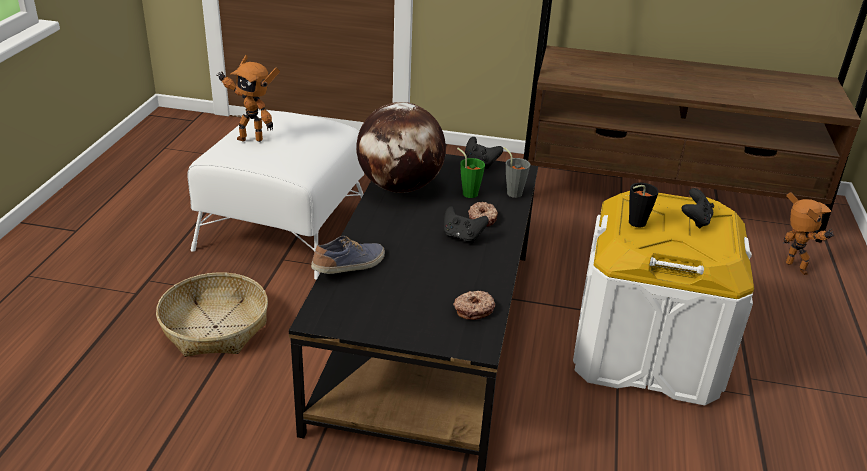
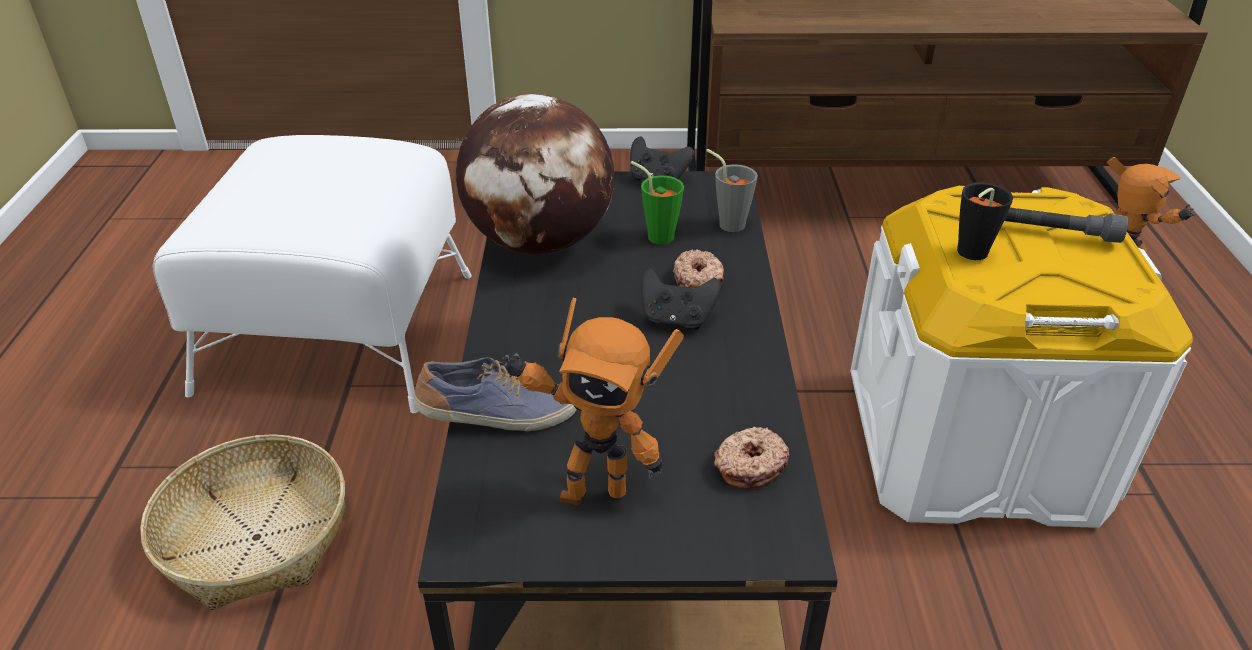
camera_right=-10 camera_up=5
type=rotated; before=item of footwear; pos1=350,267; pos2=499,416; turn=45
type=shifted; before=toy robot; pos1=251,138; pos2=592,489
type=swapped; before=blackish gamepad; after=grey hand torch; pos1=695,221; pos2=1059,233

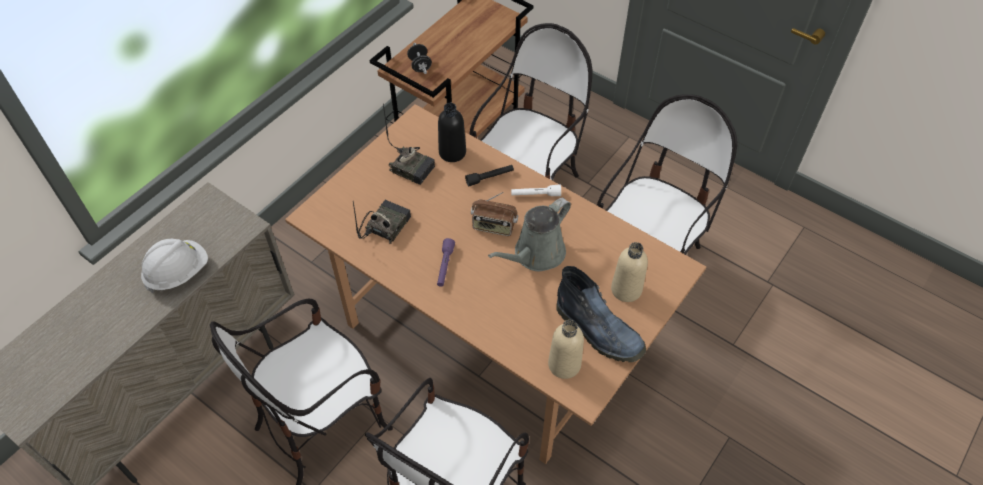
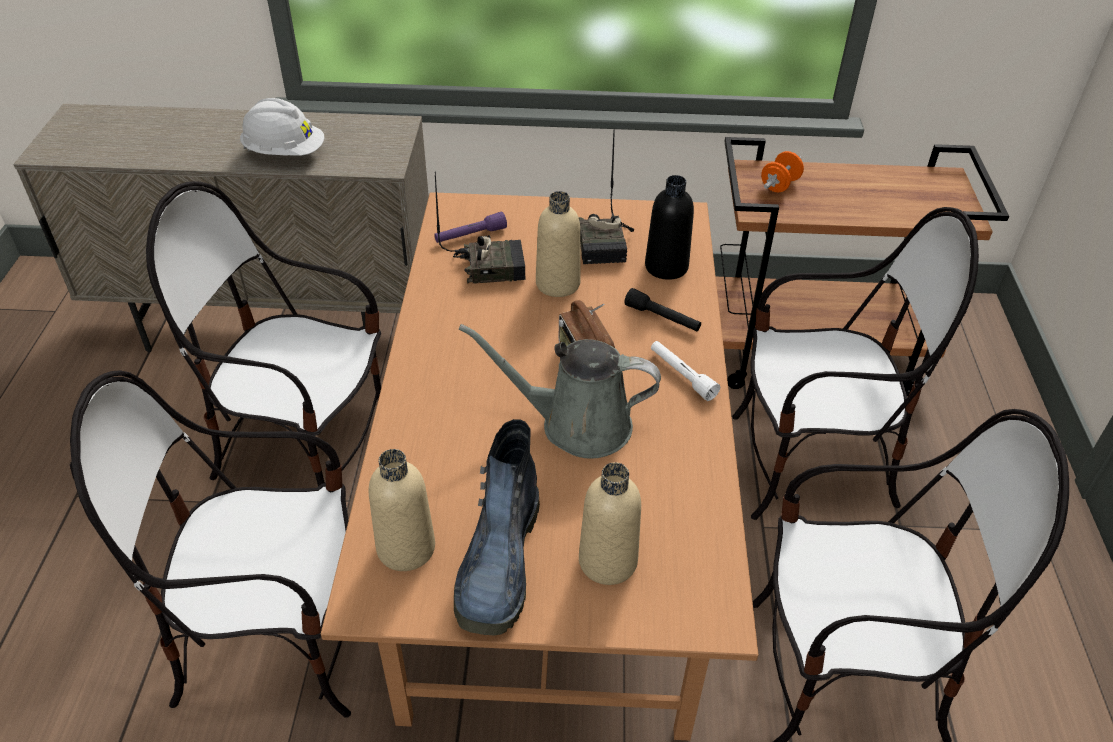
camera_right=55 camera_up=-10
type=shifted; before=purple hand torch; pos1=445,266; pos2=470,236
type=new; after=sand-coloured drink bottle; pos2=558,284
type=repainted; before=blackish free weight; after=orange free weight; pos1=420,66; pos2=779,185

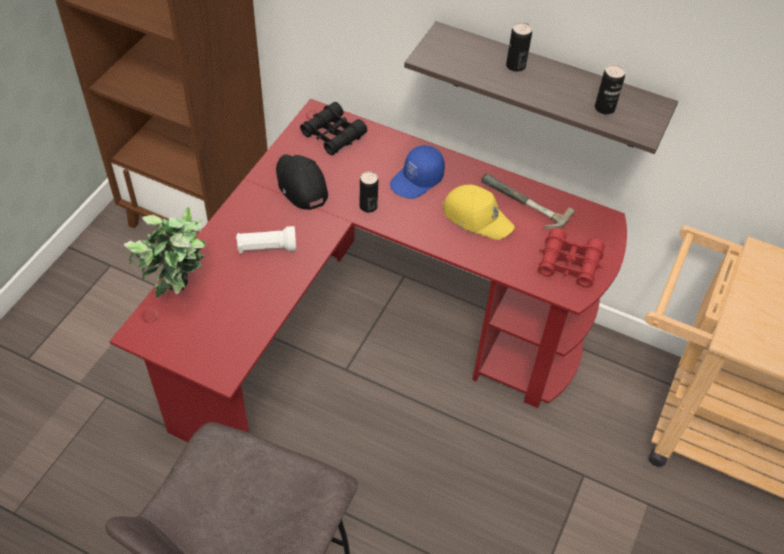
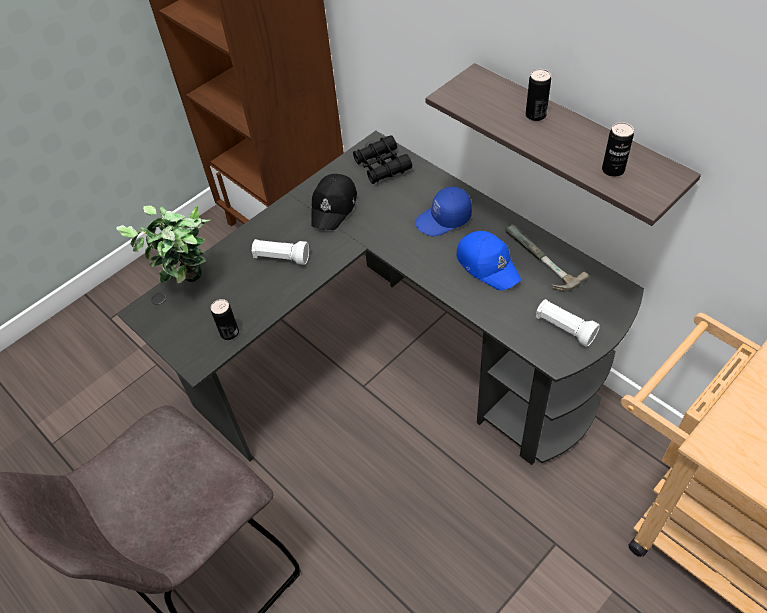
camera_right=25 camera_up=0
type=repainted; before=red desk unit; after=blackish desk unit; pos1=371,337; pos2=396,362
type=shifted; before=can; pos1=368,206; pos2=229,333
type=rotated; before=blackish peaked cap; pos1=300,185; pos2=334,207; turn=-150
type=repainted; before=yellow peaked cap; after=blue-coloured peaked cap; pos1=477,217; pos2=488,265
type=swapped; before=red pair of binoculars; after=white-coloured hand torch; pos1=569,264; pos2=564,328

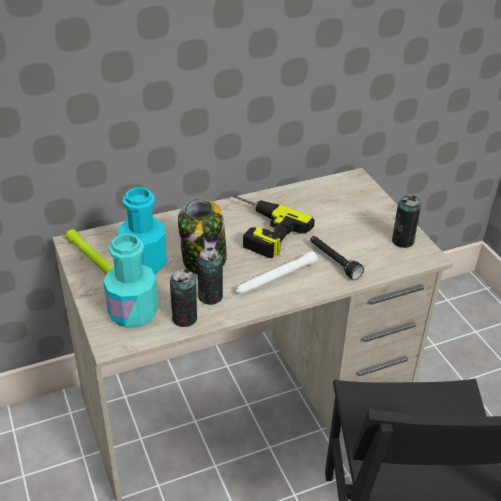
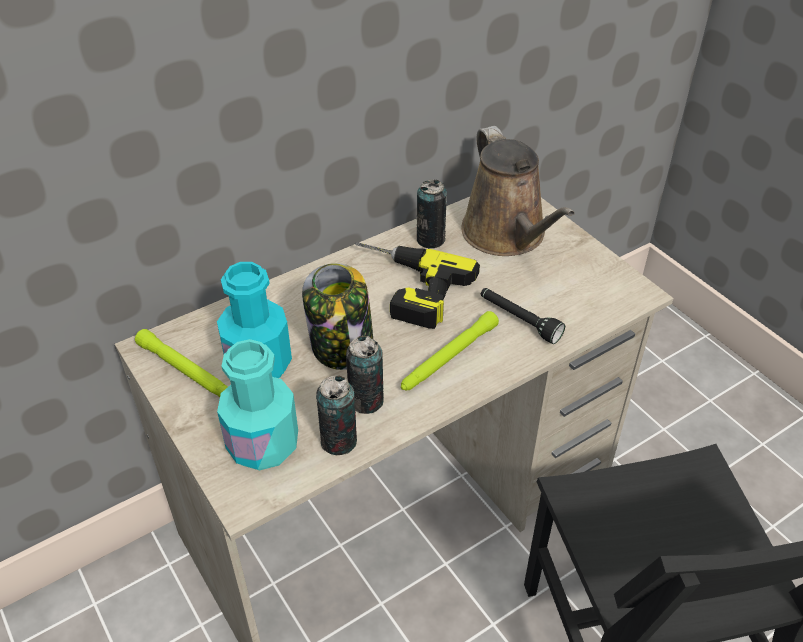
camera_right=-10 camera_up=5
type=repainted; before=white-coloured hand torch; after=greenish hand torch; pos1=276,278; pos2=448,357
type=shifted; before=can; pos1=402,241; pos2=430,239
type=new; after=brownish sprinkling can; pos2=507,235

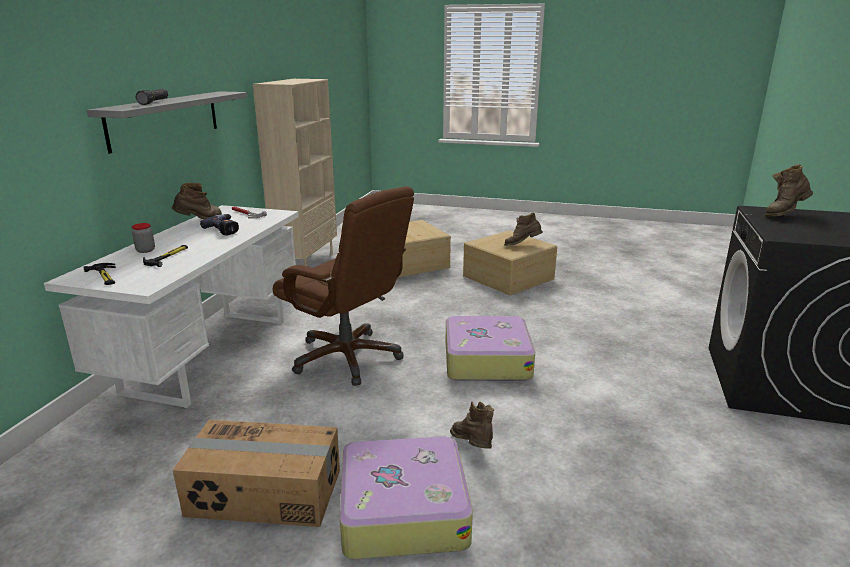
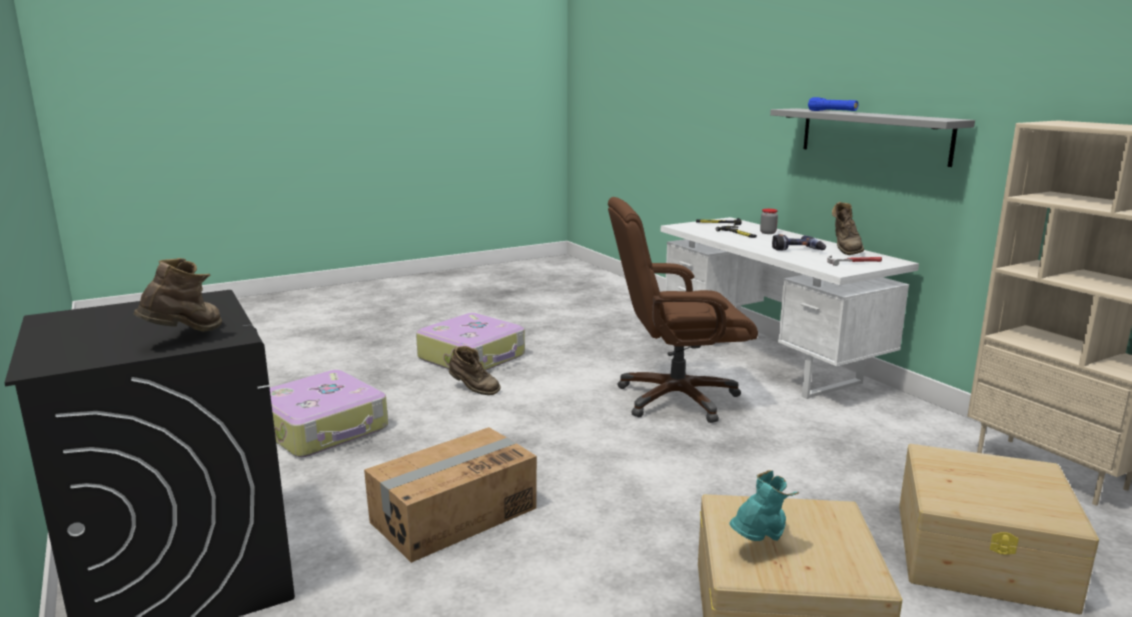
camera_right=135 camera_up=-5
type=shifted; before=piece of luggage; pos1=486,360; pos2=323,428
type=shifted; before=carton; pos1=265,493; pos2=453,515
type=repainted; before=brownish boot; after=turquoise boot; pos1=522,245; pos2=760,542
type=repainted; before=blackish hand torch; after=blue-coloured hand torch; pos1=154,102; pos2=832,111

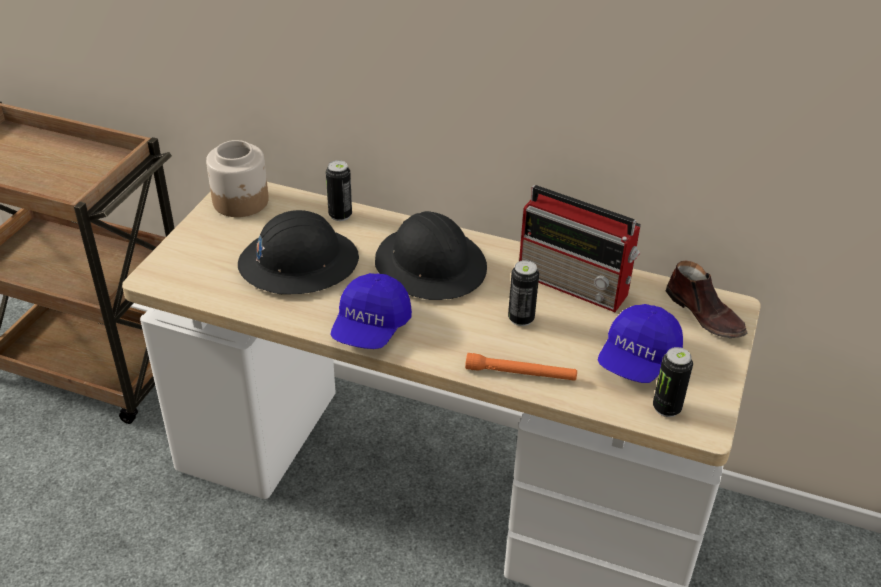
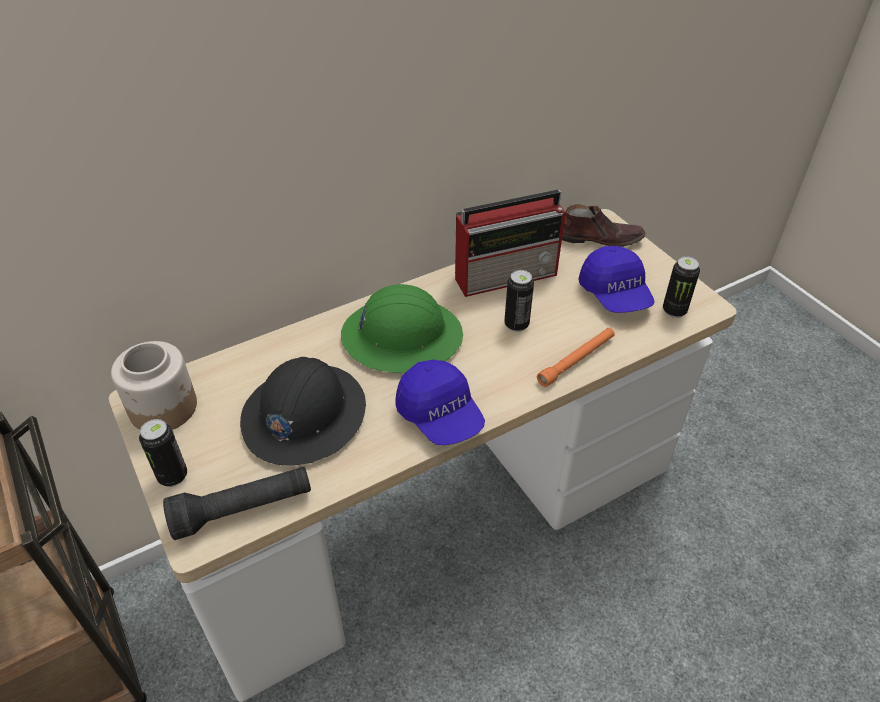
camera_right=-50 camera_up=5
type=shifted; before=can; pos1=340,215; pos2=173,476
type=new; after=blackish hand torch; pos2=243,510
type=repainted; before=blackish safety helmet; after=greenish safety helmet; pos1=431,265; pos2=402,336

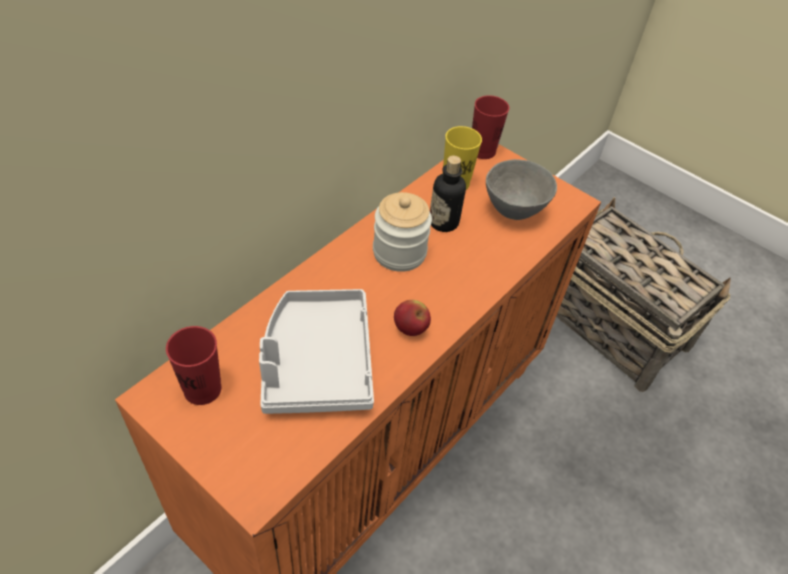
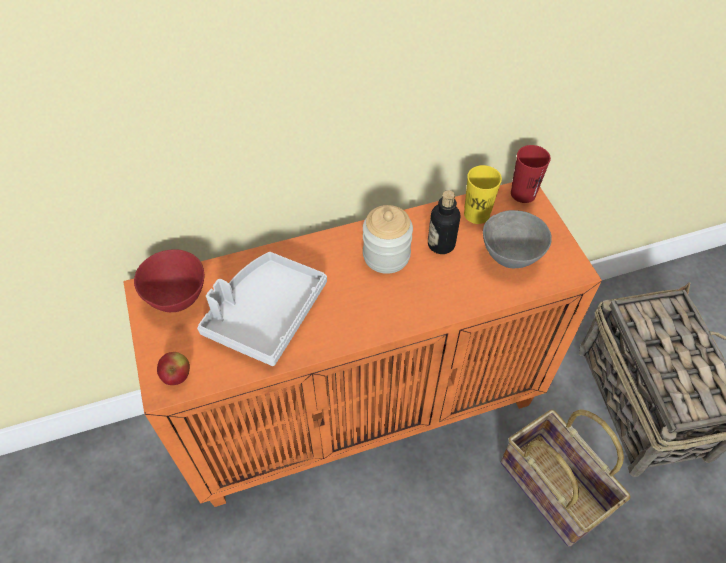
camera_right=35 camera_up=5
type=swapped; before=red drinking cup; after=red deep dish; pos1=202,389; pos2=178,299
type=shifted; before=apple fruit; pos1=410,329; pos2=177,376
type=new; after=storage basket; pos2=554,488

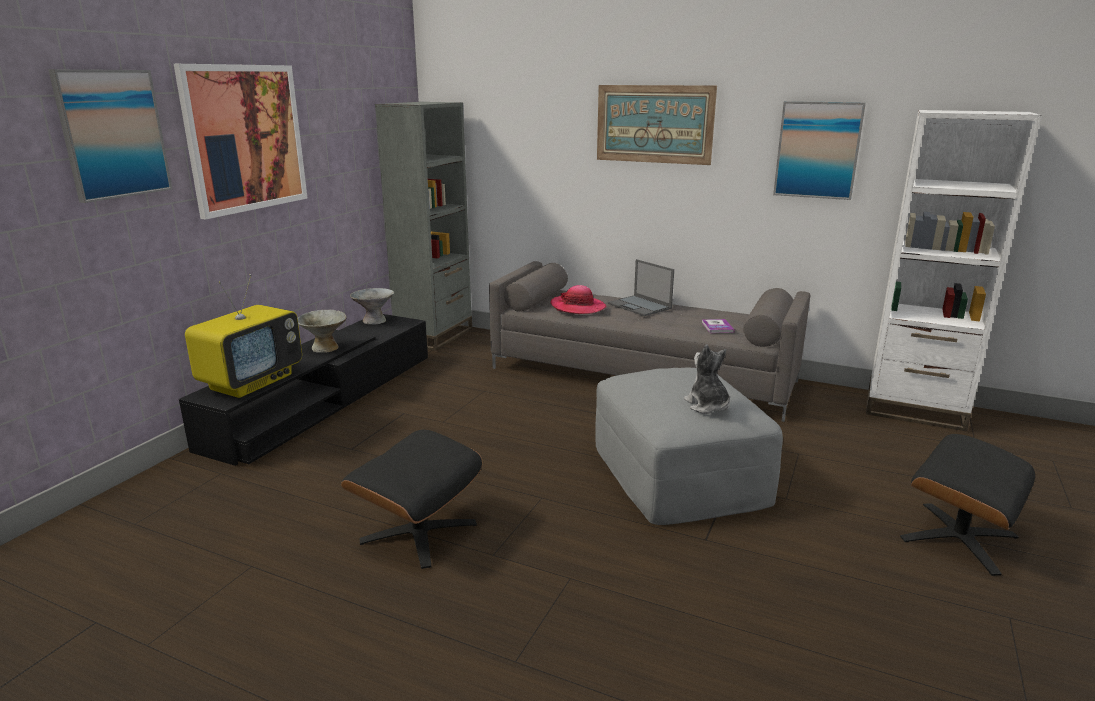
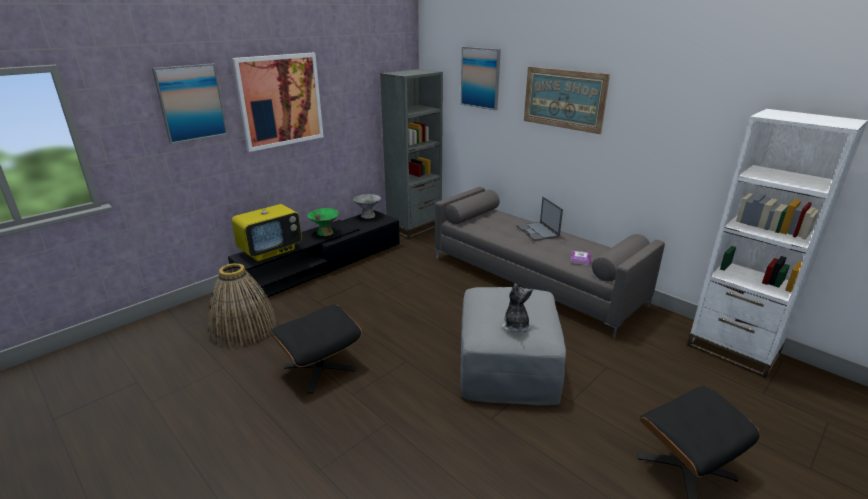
camera_right=20 camera_up=5
type=new; after=storage basket; pos2=243,328
type=repainted; before=grey deep dish; after=greenish deep dish; pos1=325,348; pos2=325,233
type=shifted; before=picture; pos1=817,150; pos2=480,78
type=gone; before=hat; pos1=578,307

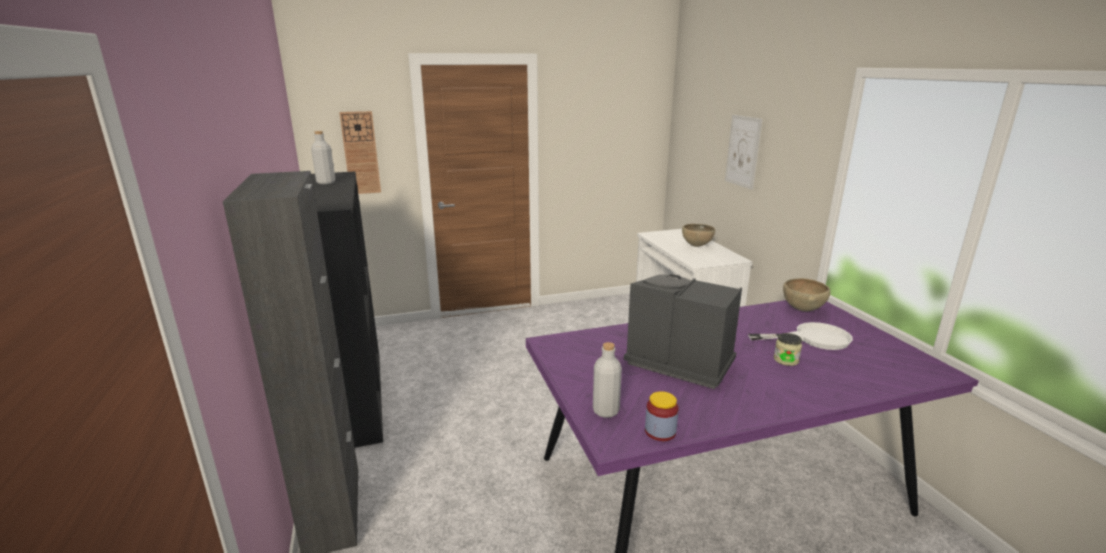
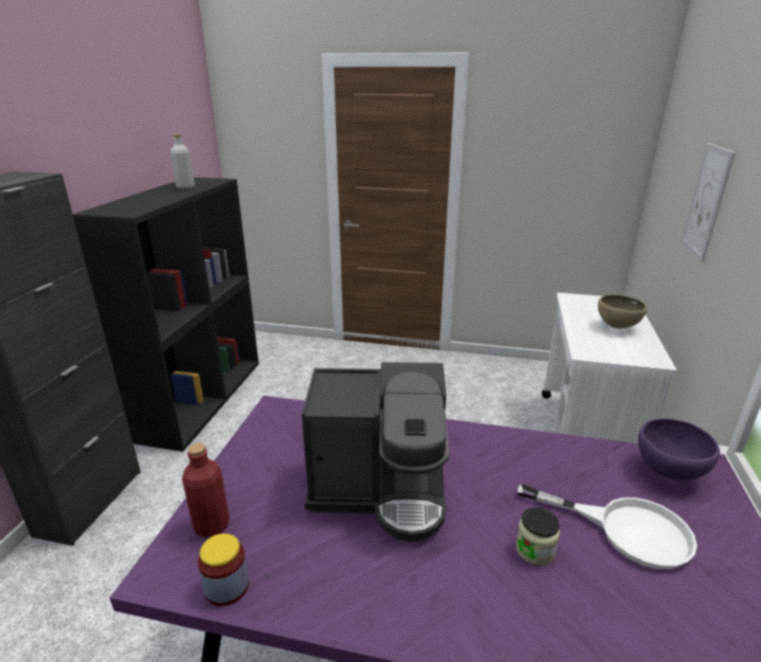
camera_right=30 camera_up=5
type=repainted; before=grey drink bottle; after=red drink bottle; pos1=605,411; pos2=211,525
type=rotated; before=coffee brewer; pos1=677,361; pos2=381,489; turn=120
type=repainted; before=brownish deep dish; after=purple deep dish; pos1=802,309; pos2=669,472
type=gone; before=wall clock; pos1=361,153

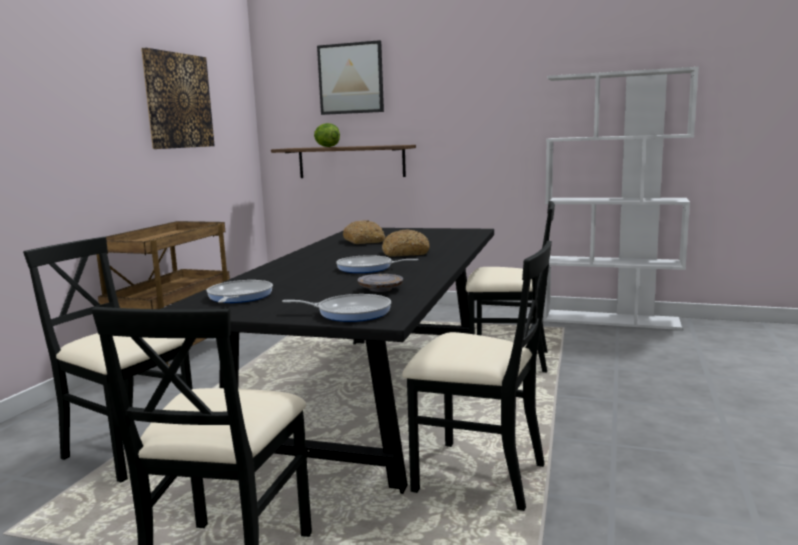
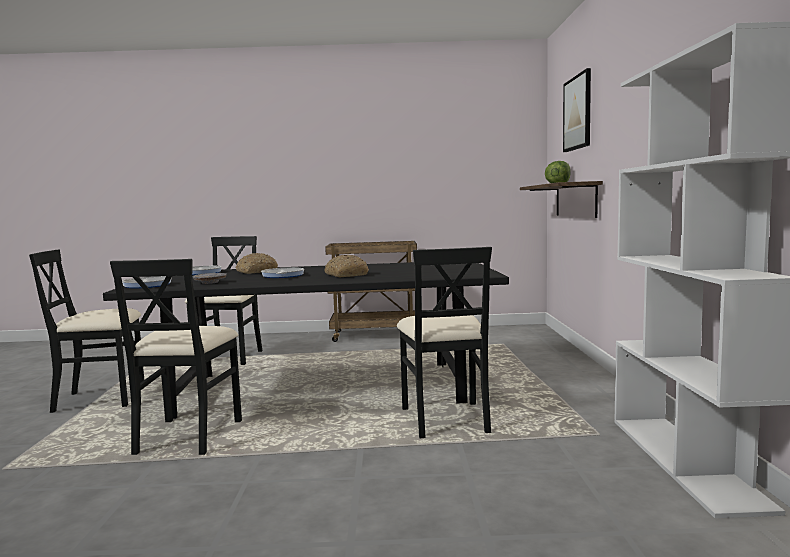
camera_right=70 camera_up=-5
type=shifted; before=bakery bread; pos1=364,241; pos2=256,271
type=gone; before=picture; pos1=178,101

